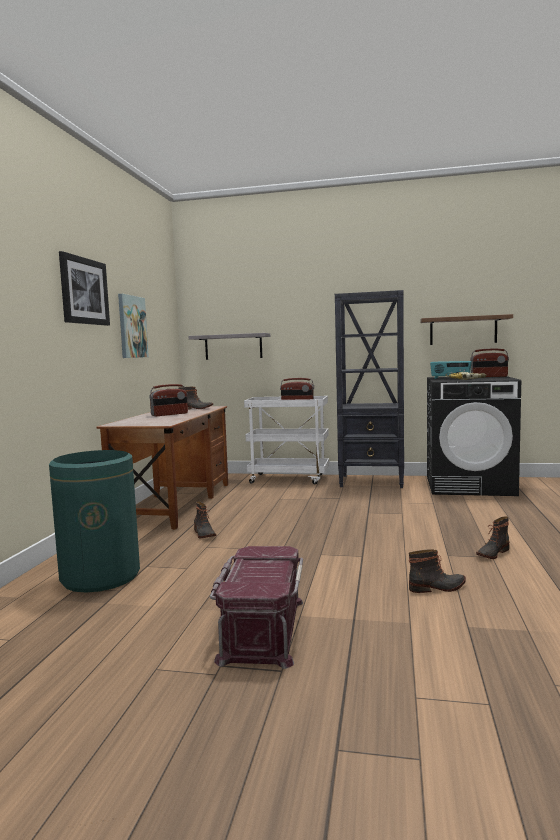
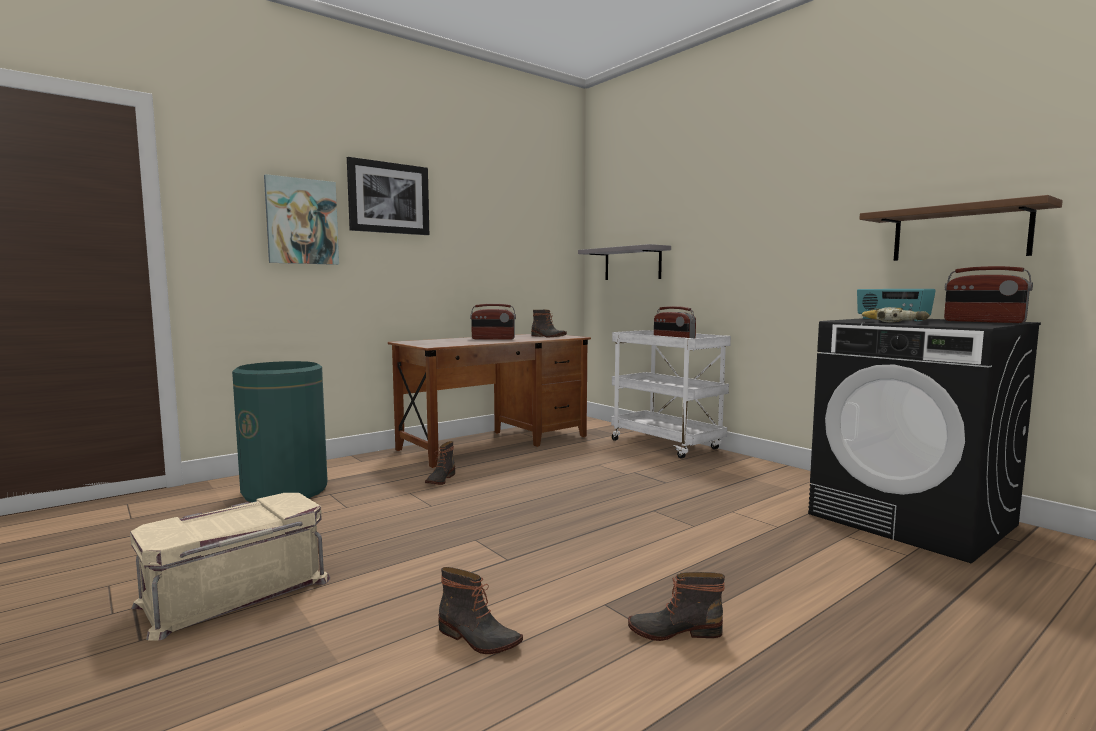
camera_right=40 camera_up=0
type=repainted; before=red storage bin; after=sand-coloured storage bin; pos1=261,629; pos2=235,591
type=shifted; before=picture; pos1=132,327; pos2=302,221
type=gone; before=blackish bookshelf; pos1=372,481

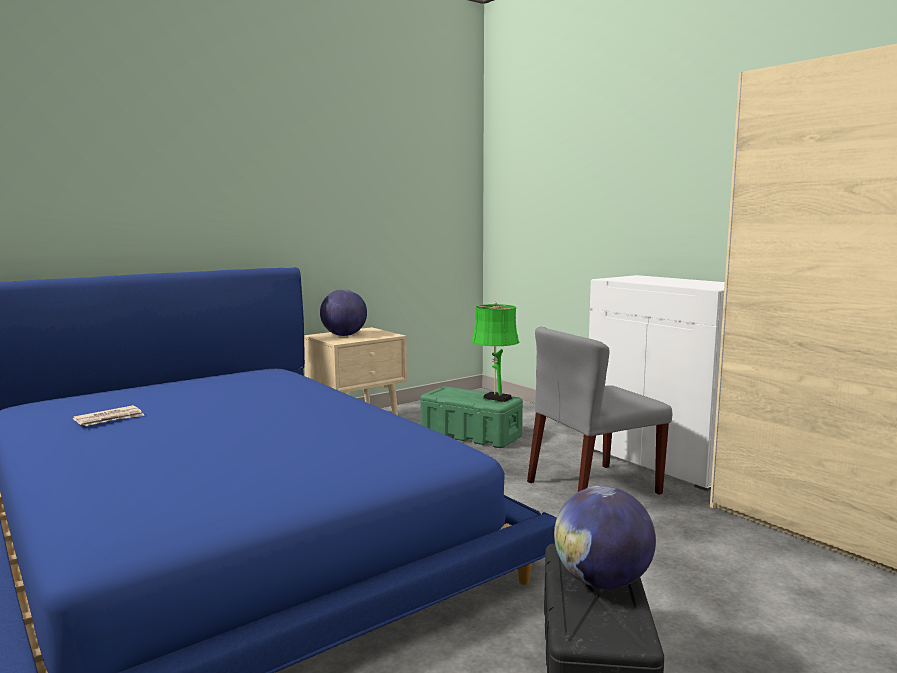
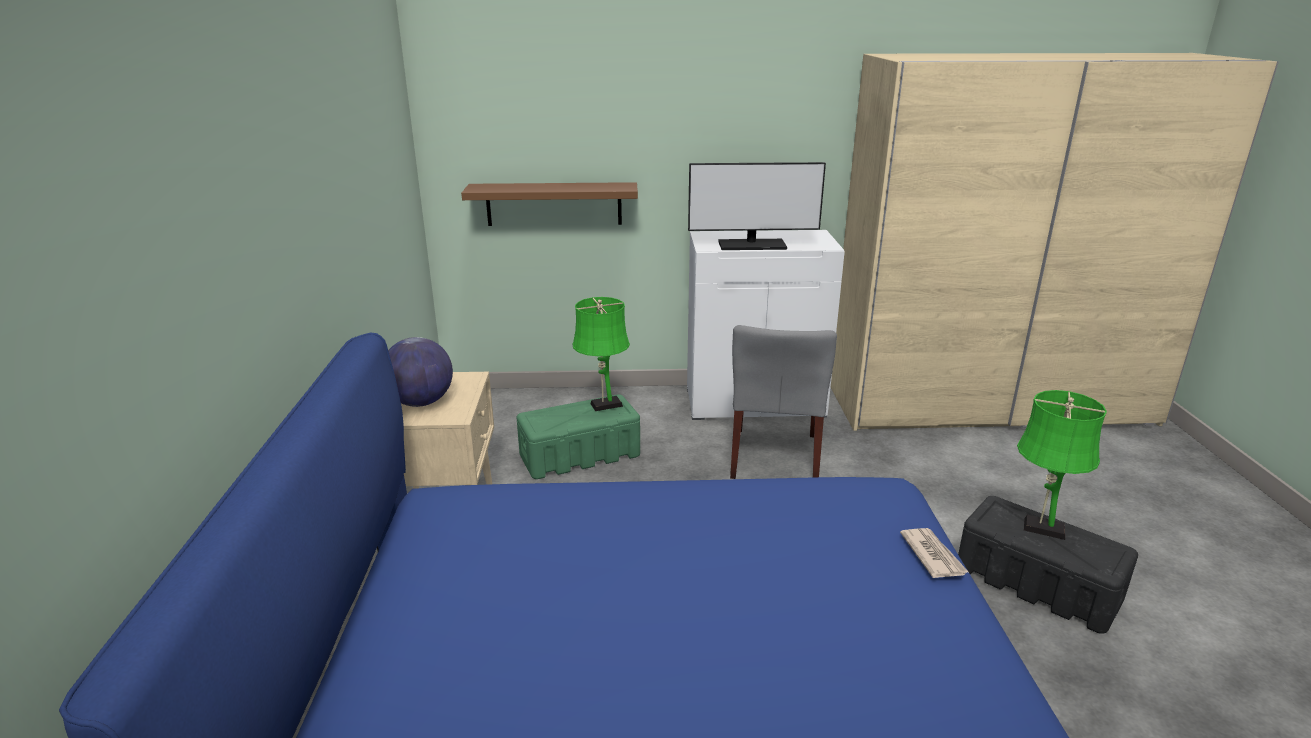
camera_right=-55 camera_up=15
type=new; after=brownish shelf; pos2=554,204
type=new; after=computer display; pos2=752,245
type=shifted; before=newspaper; pos1=110,419; pos2=932,555
type=swapped; before=globe; after=greenish lamp for a table; pos1=602,582; pos2=1039,527

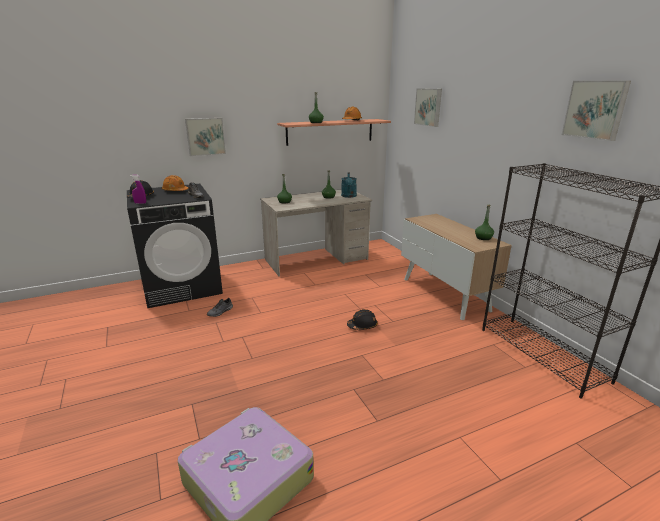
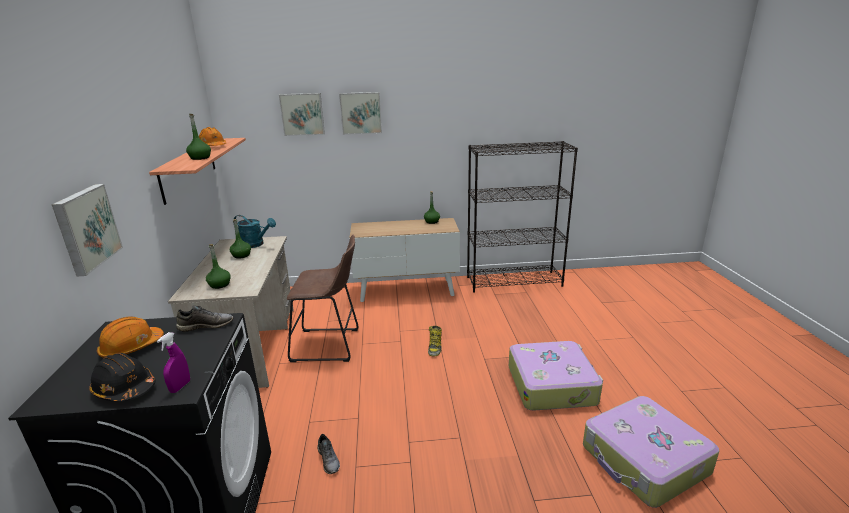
camera_right=-70 camera_up=0
type=new; after=brownish sitting stool; pos2=330,345
type=shifted; before=picture; pos1=595,109; pos2=361,113
type=swapped; before=blackish safety helmet; after=boot; pos1=362,326; pos2=435,347
type=new; after=piece of luggage; pos2=552,384

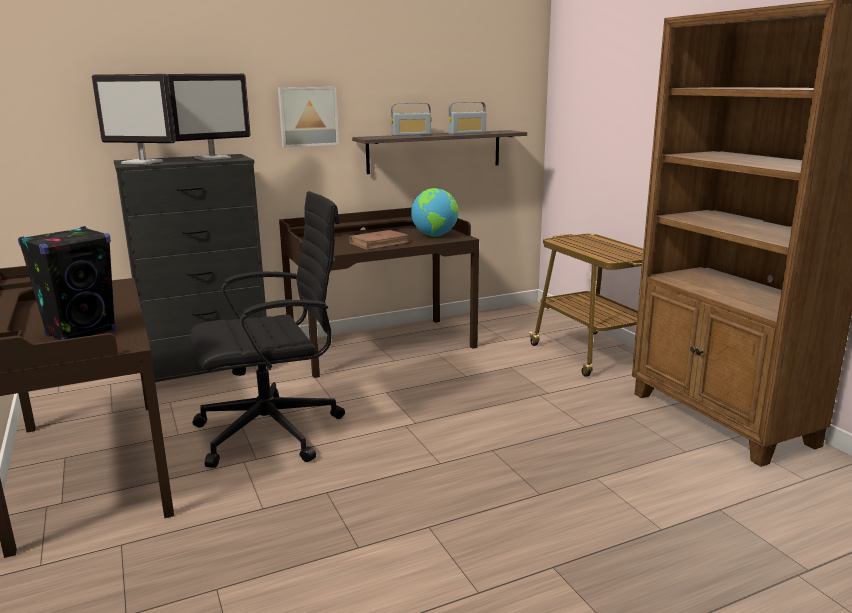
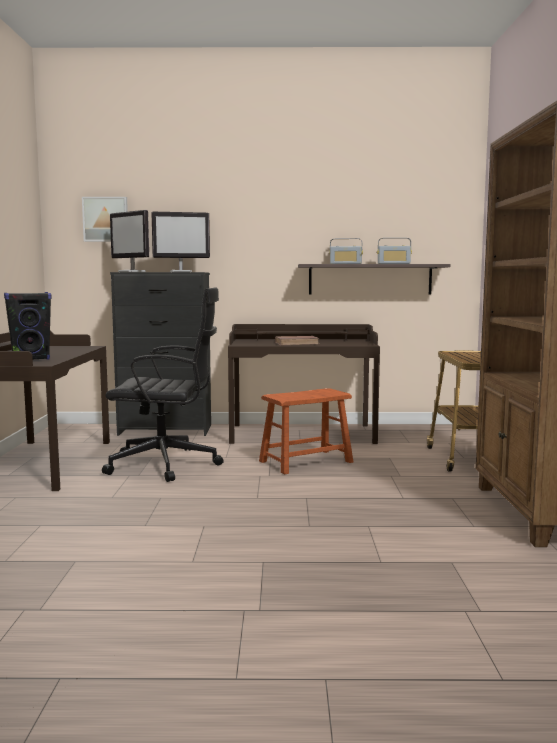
camera_right=25 camera_up=-10
type=shifted; before=picture; pos1=308,116; pos2=106,219
type=new; after=brownish sitting stool; pos2=306,461
type=gone; before=globe; pos1=435,235

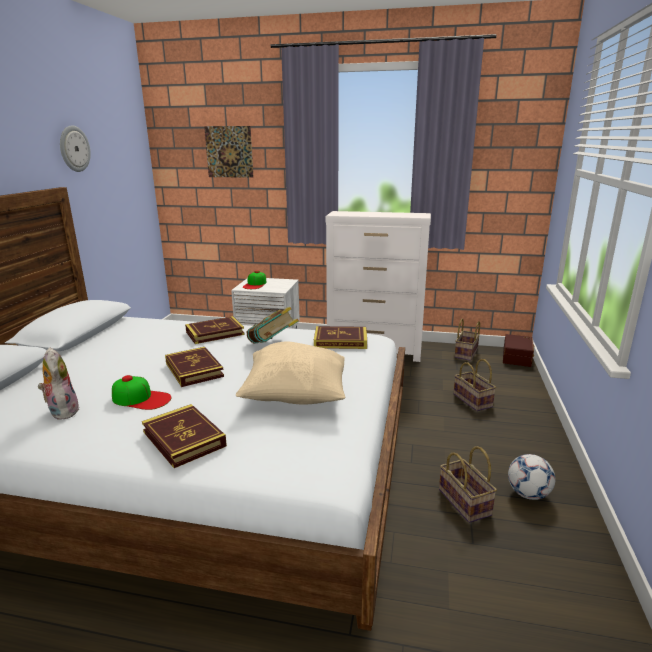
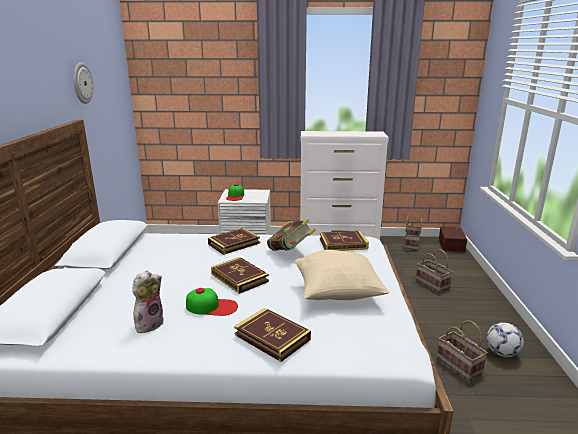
camera_right=-10 camera_up=0
type=rotated; before=cuddly toy; pos1=62,411; pos2=149,323; turn=75
type=gone; before=picture; pos1=229,152

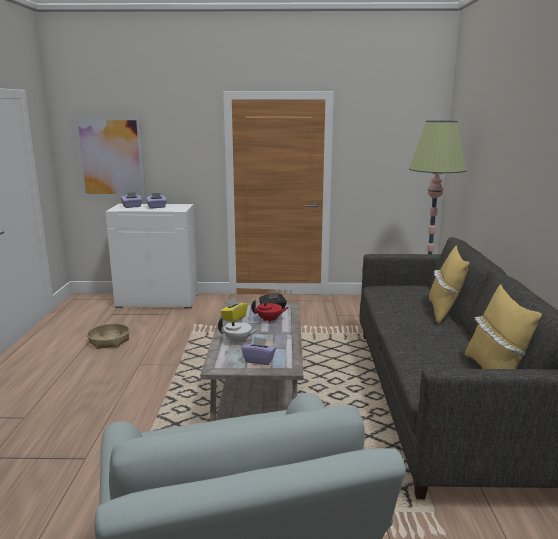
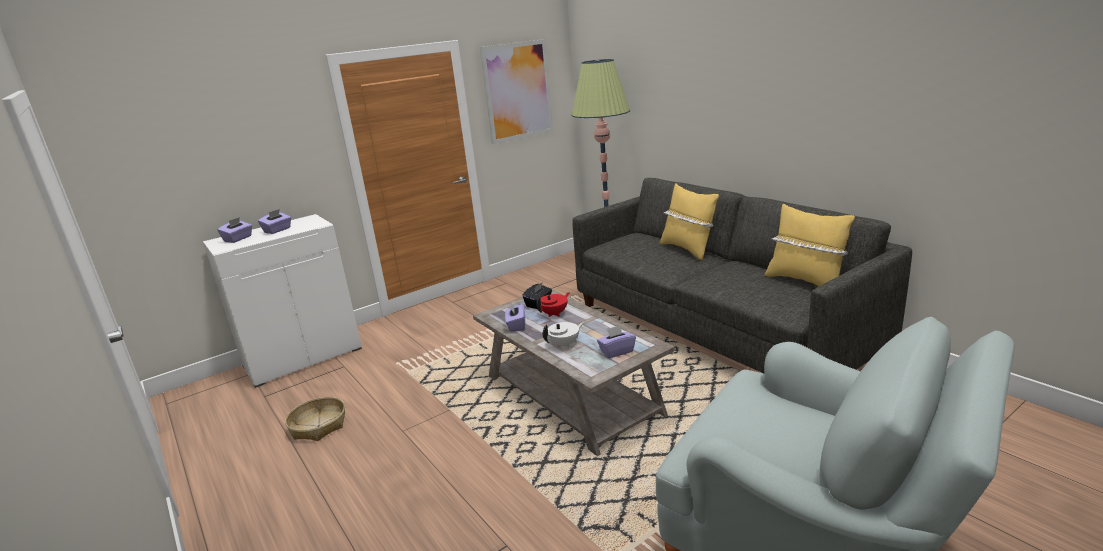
camera_right=-35 camera_up=5
type=shifted; before=picture; pos1=111,157; pos2=517,91
type=repainted; before=yellow box of tissues; after=purple box of tissues; pos1=234,318; pos2=516,326

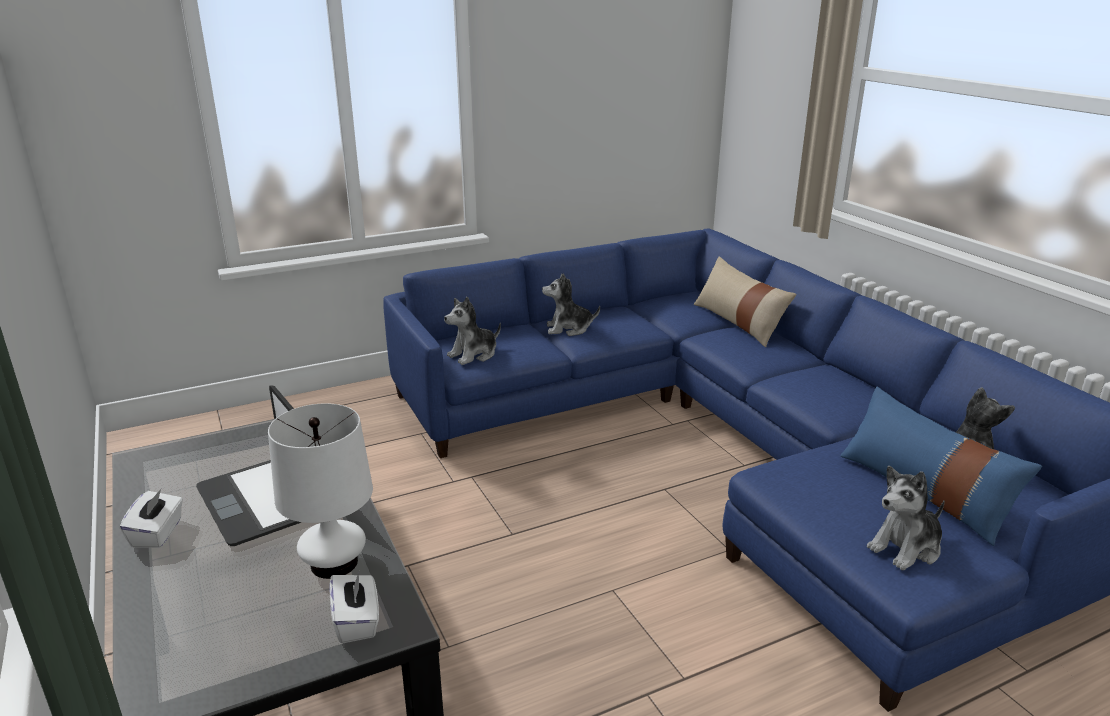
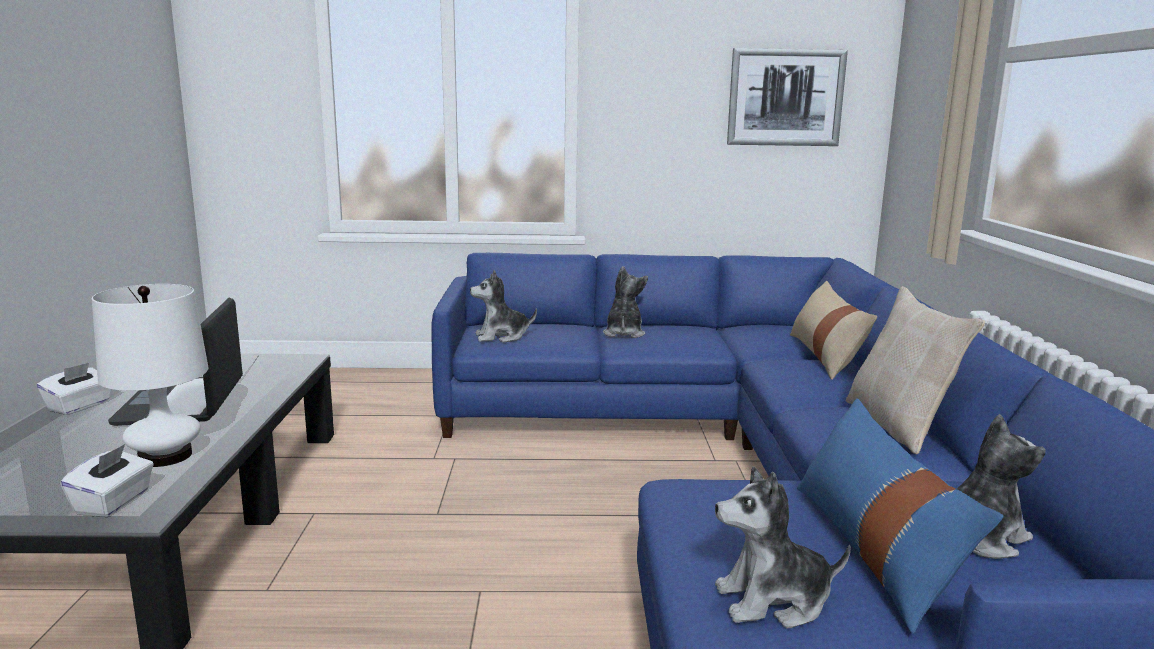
camera_right=25 camera_up=-10
type=rotated; before=cuddly toy; pos1=568,329; pos2=623,333; turn=75
type=new; after=picture; pos2=785,98
type=new; after=sand-coloured cushion; pos2=899,426

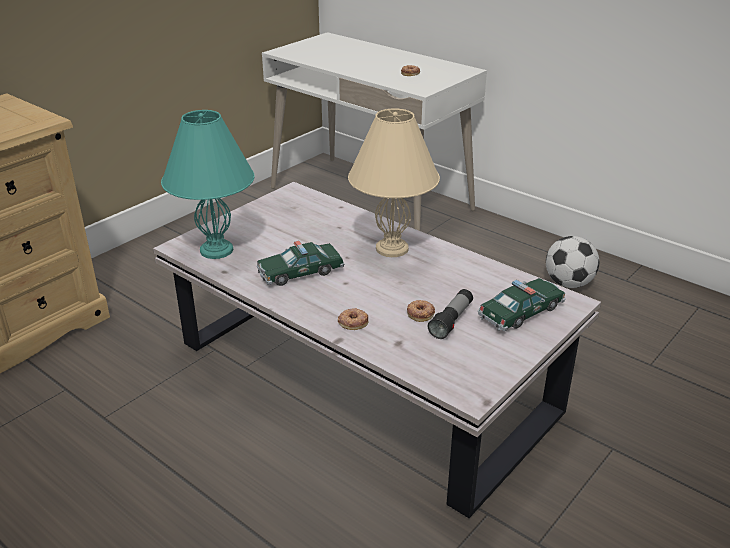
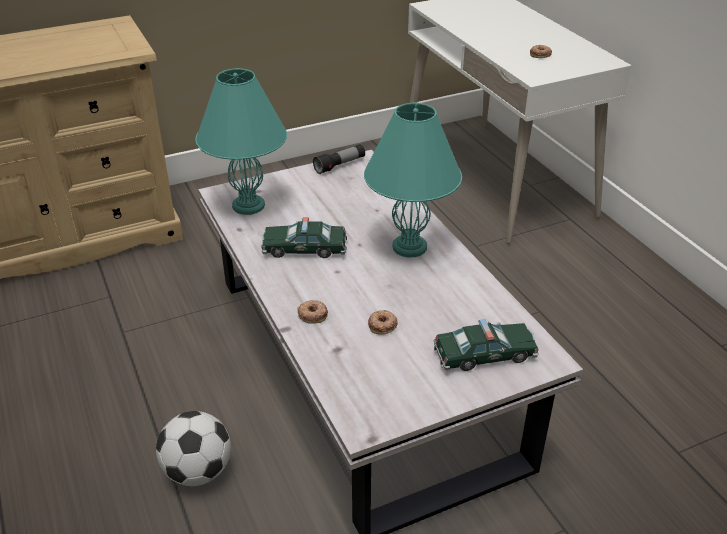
camera_right=25 camera_up=5
type=shifted; before=football ball; pos1=568,283; pos2=198,471
type=shifted; before=hand torch; pos1=451,321; pos2=340,165
type=repainted; before=sand-coloured lamp for a table; after=turquoise lamp for a table; pos1=391,248; pos2=409,246

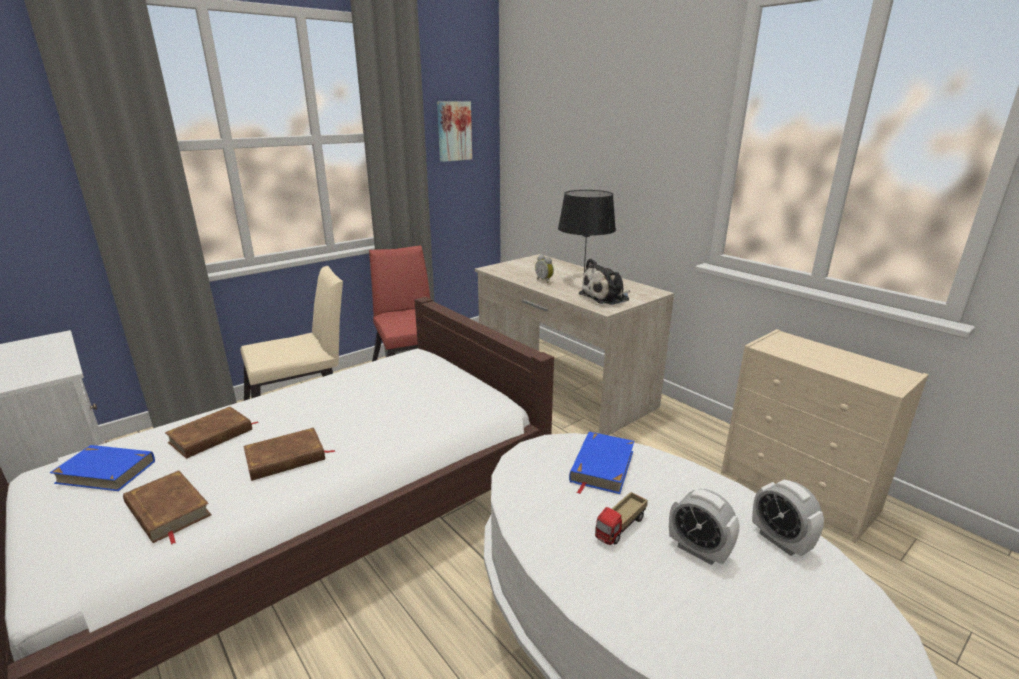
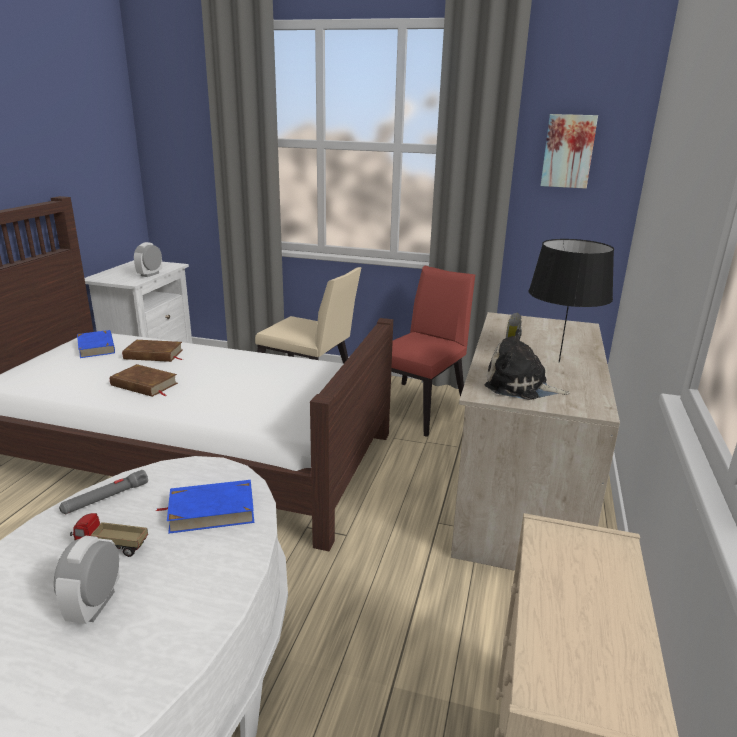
camera_right=55 camera_up=0
type=new; after=grey hand torch; pos2=105,498
type=shifted; before=bedside clock; pos1=780,541; pos2=150,274
type=gone; before=brownish bound book; pos1=167,511

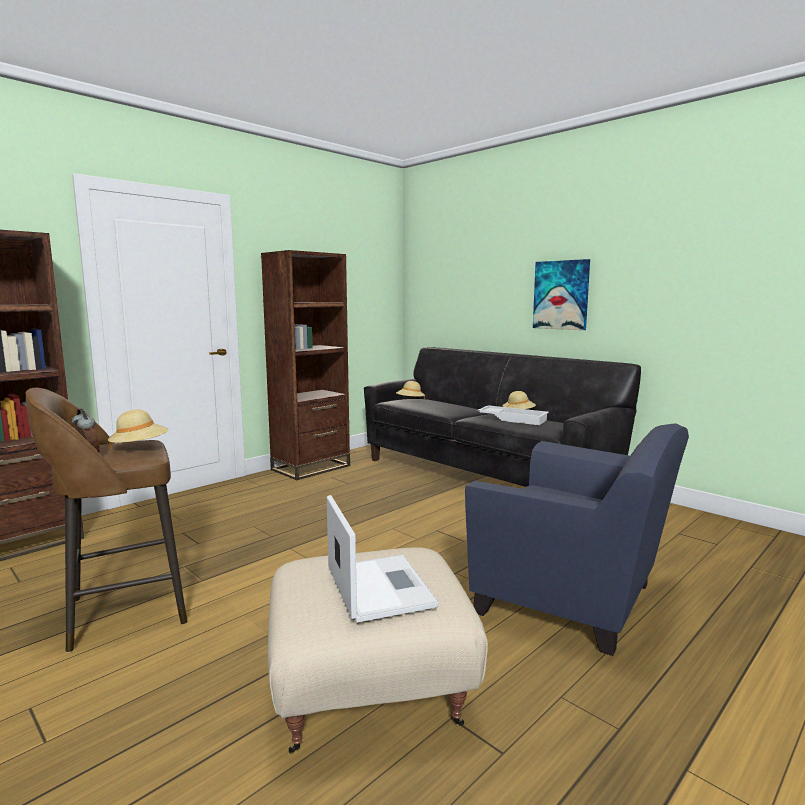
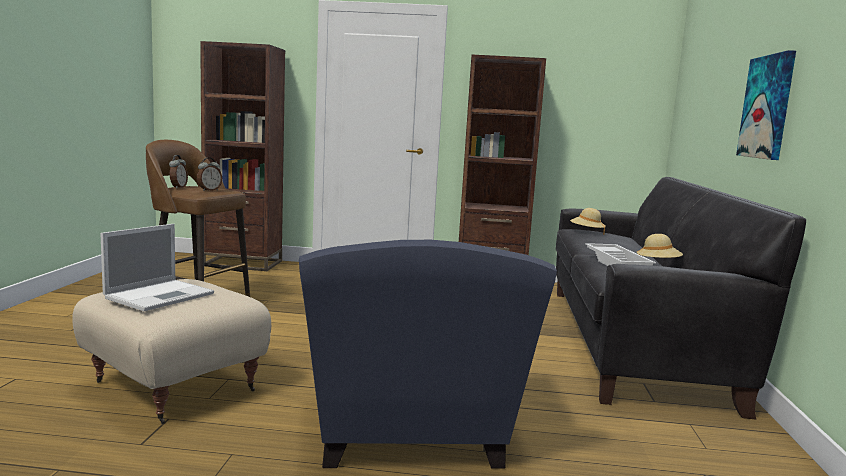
camera_right=50 camera_up=0
type=swapped; before=sand-coloured hat; after=bedside clock; pos1=140,448; pos2=209,190

